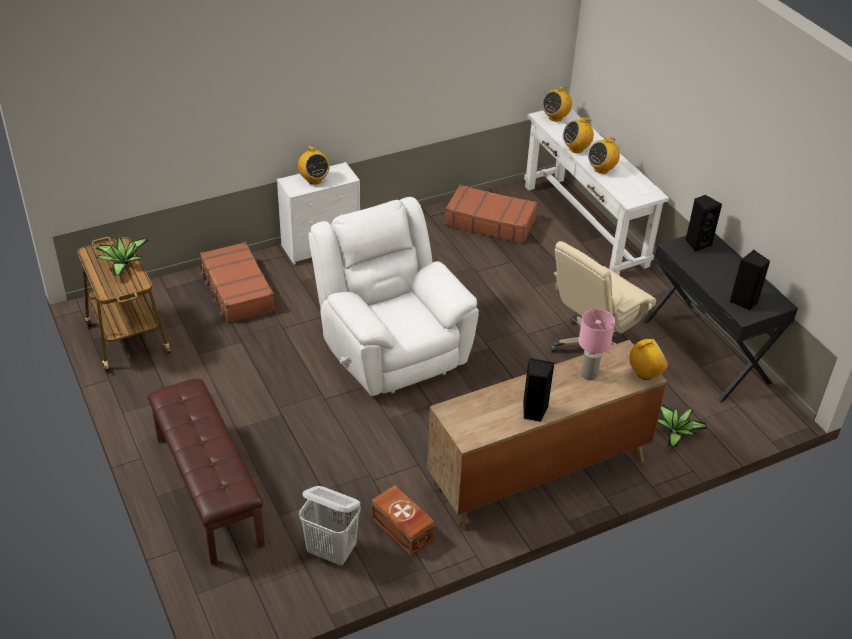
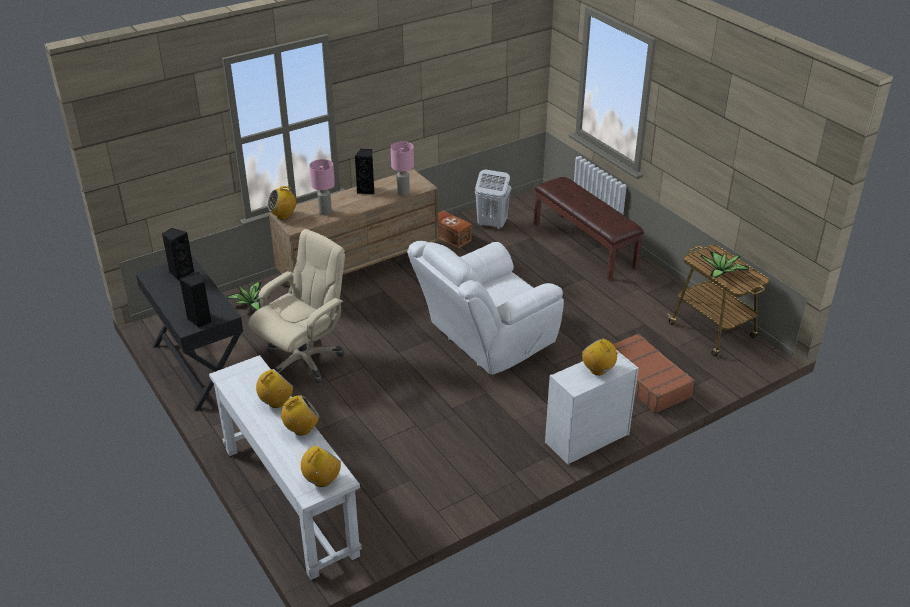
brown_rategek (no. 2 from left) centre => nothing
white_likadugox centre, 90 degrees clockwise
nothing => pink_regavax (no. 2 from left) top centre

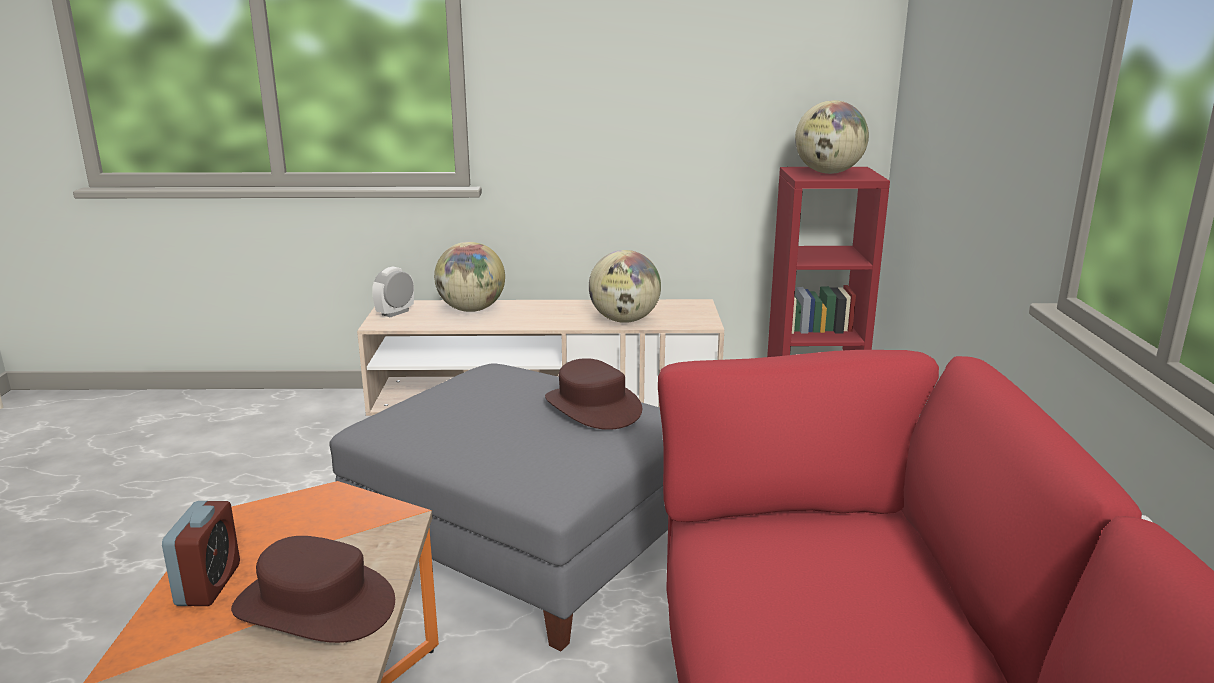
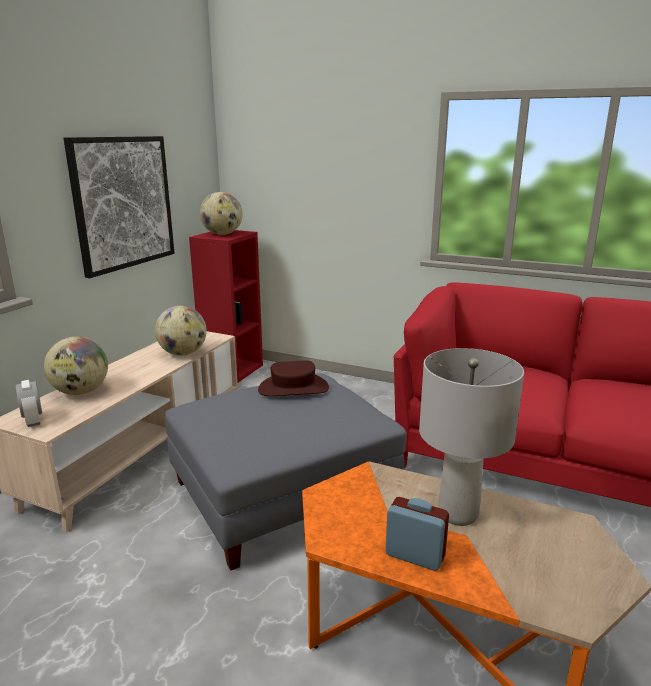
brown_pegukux (no. 1 from left) bottom left => grey_regavax middle right
nothing => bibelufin top left

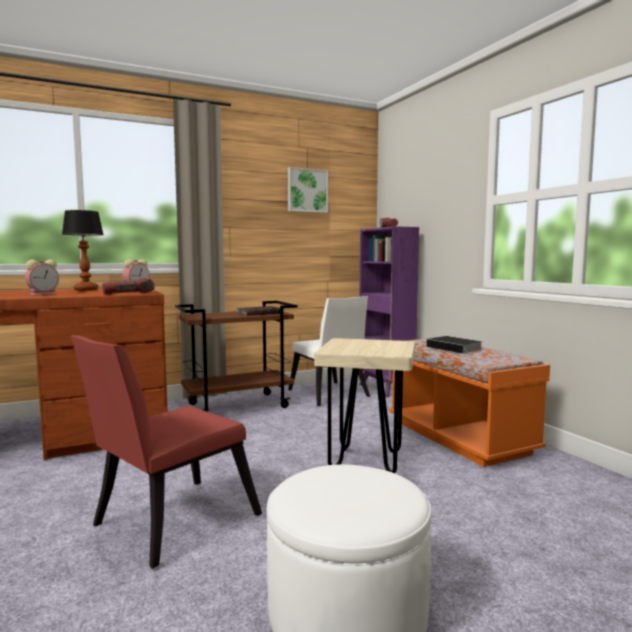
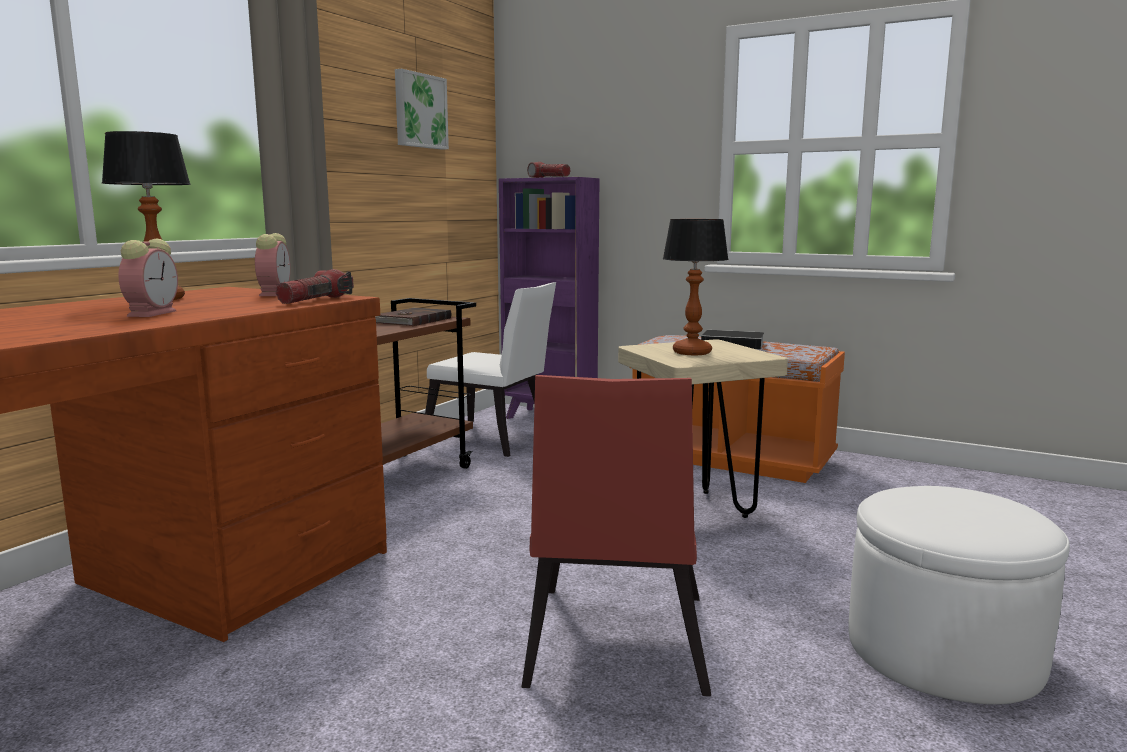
nothing => regavax (no. 2 from left) centre

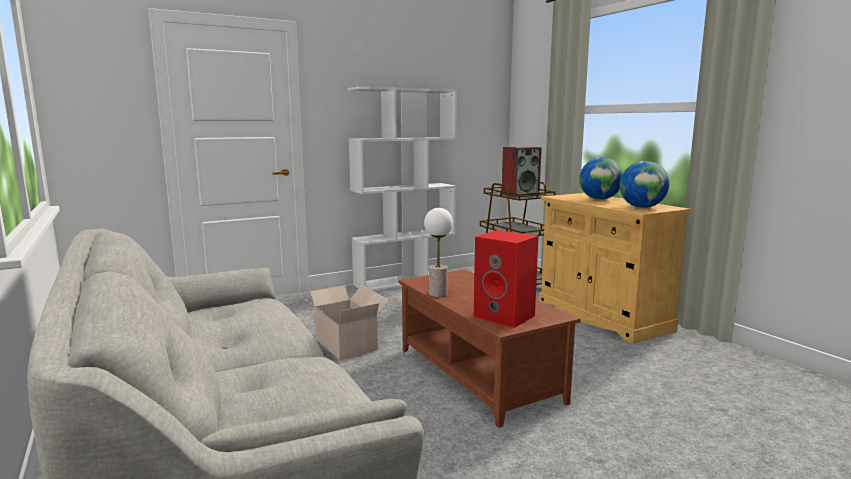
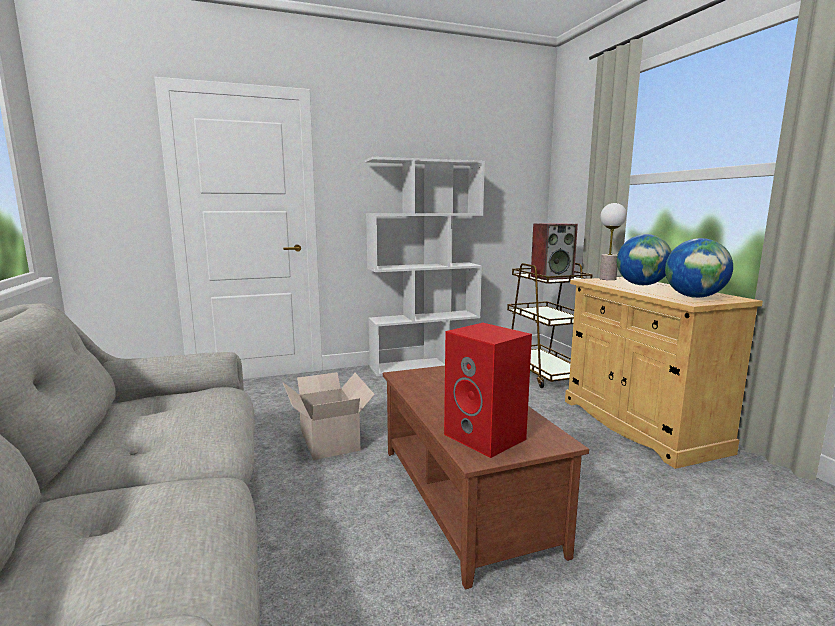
regavax centre => regavax middle right, relocated

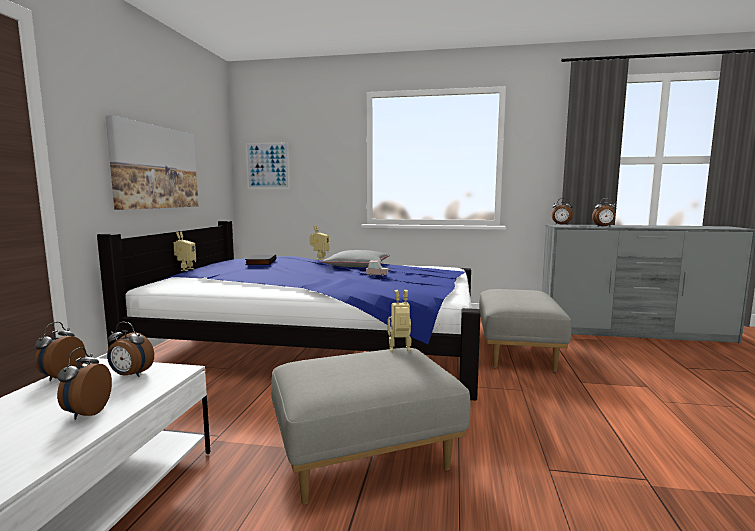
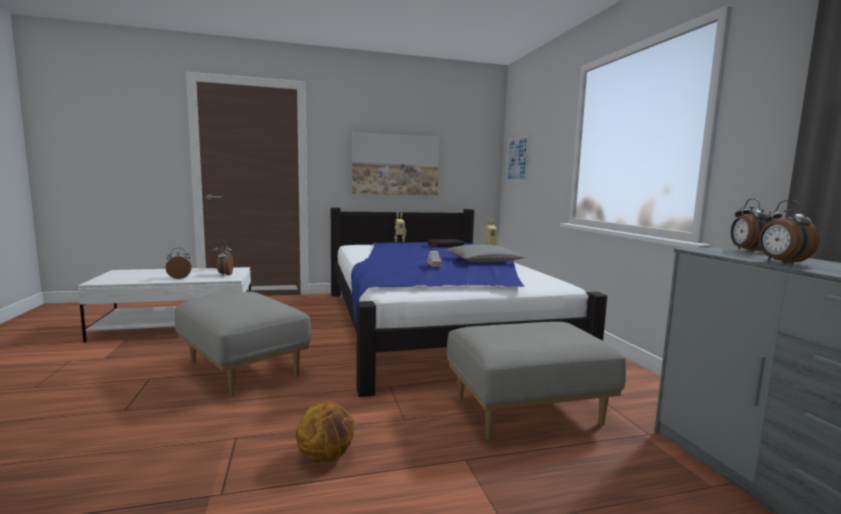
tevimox (no. 3 from left) centre => nothing
nothing => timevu bottom centre

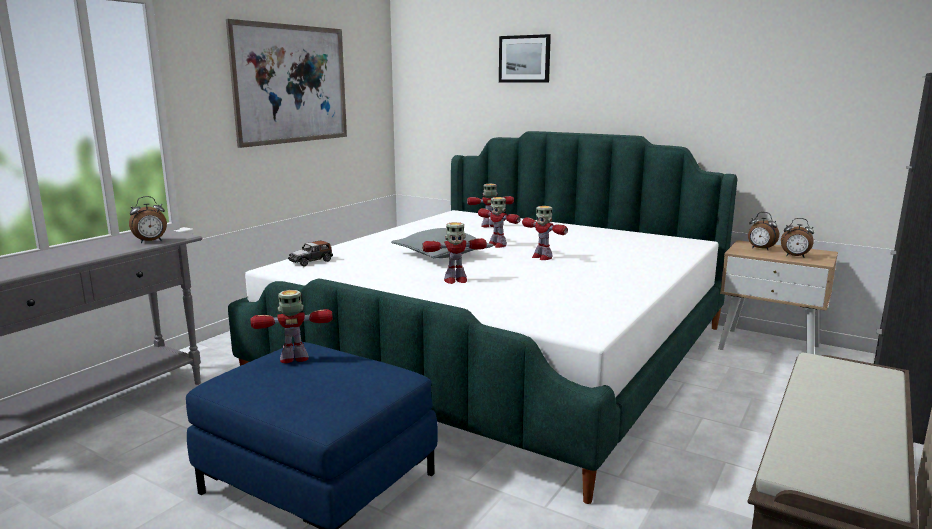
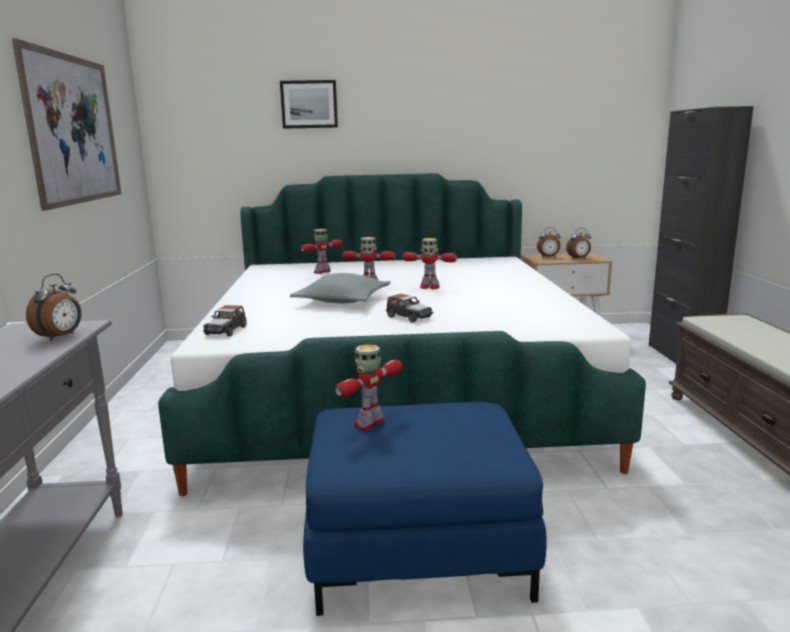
tevimox (no. 2 from left) centre => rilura (no. 2 from left) centre

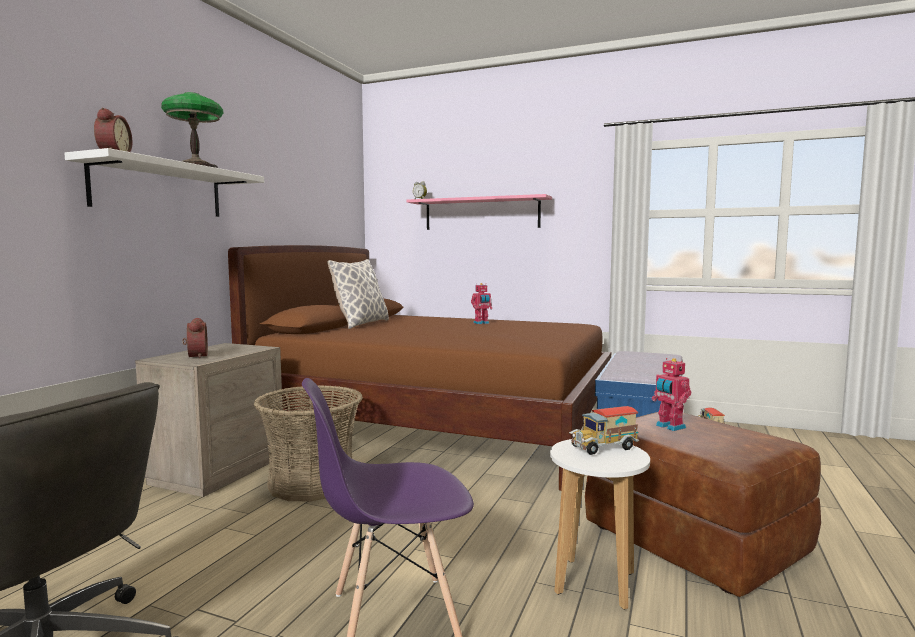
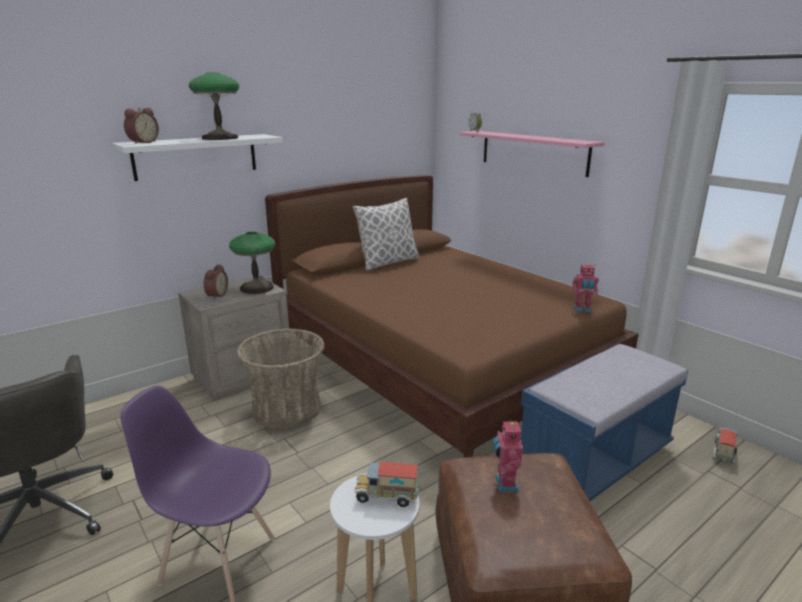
tevimox (no. 1 from left in the first image) centre => tevimox (no. 2 from left) middle right, relocated
nothing => regavax (no. 2 from left) middle left

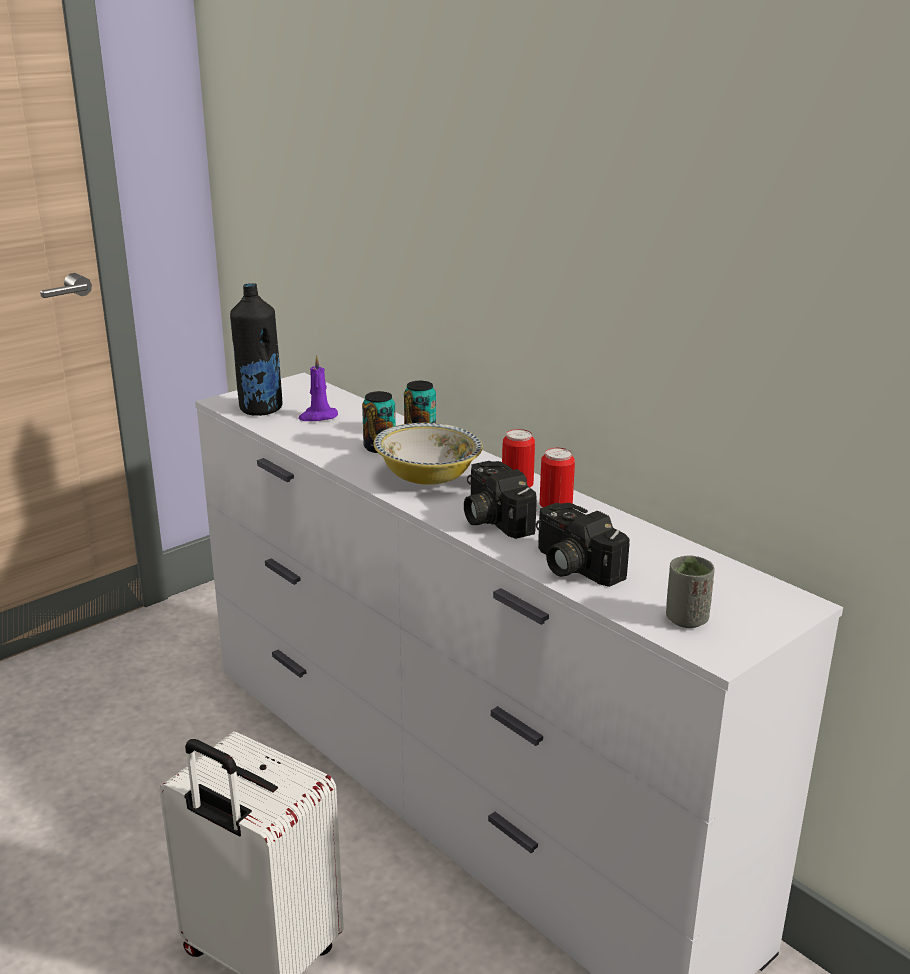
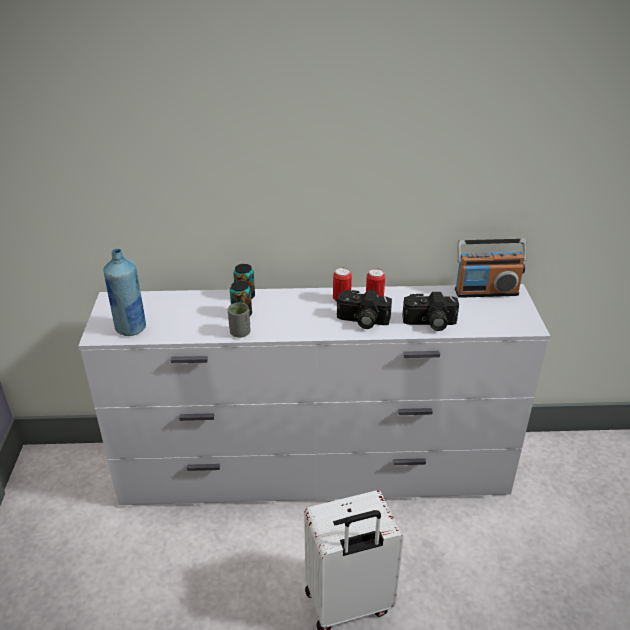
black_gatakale middle left => blue_gatakale middle left
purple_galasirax centre => nothing
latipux centre => nothing
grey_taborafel middle right => grey_taborafel centre, relocated
nothing => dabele middle right

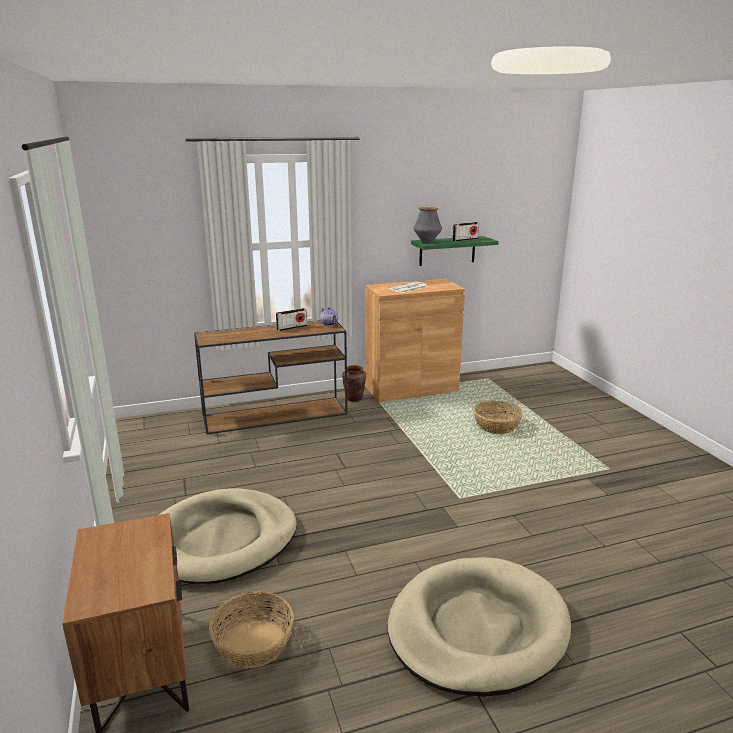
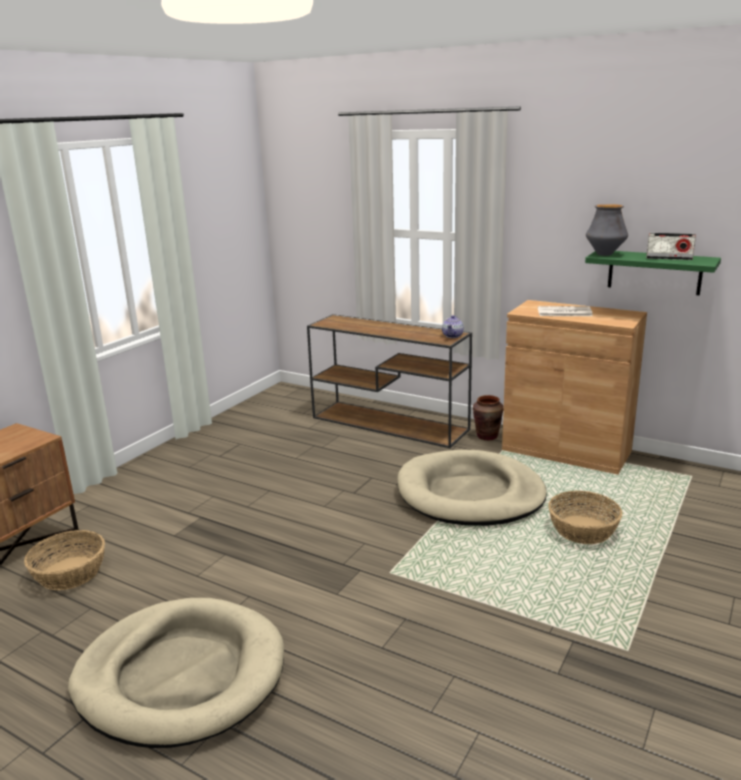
dabele (no. 1 from left) centre => nothing
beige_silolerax (no. 1 from left in the first image) bottom left => beige_silolerax (no. 2 from left) centre, relocated

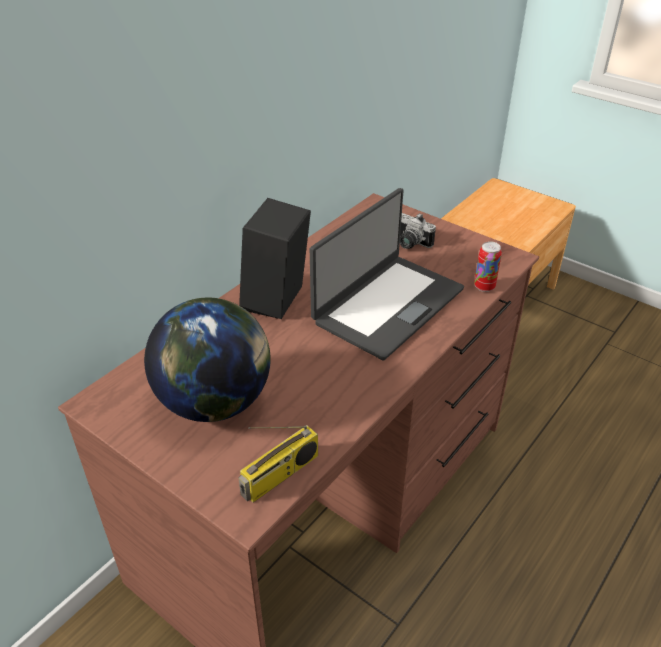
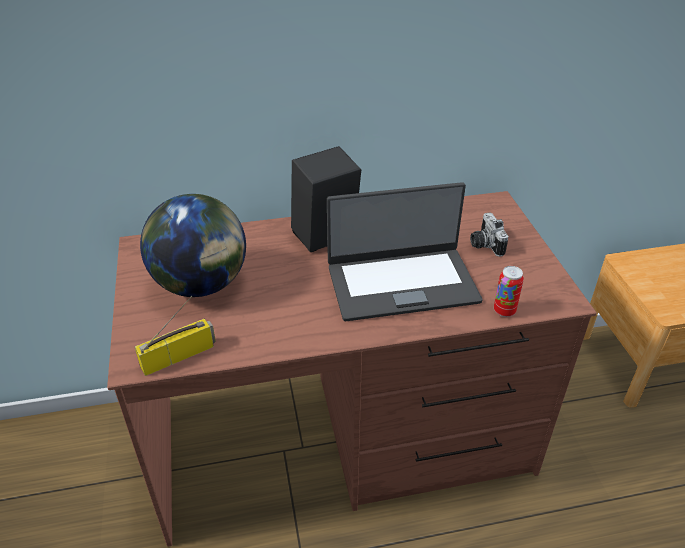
dabele bottom centre => dabele middle left, 150 degrees clockwise

